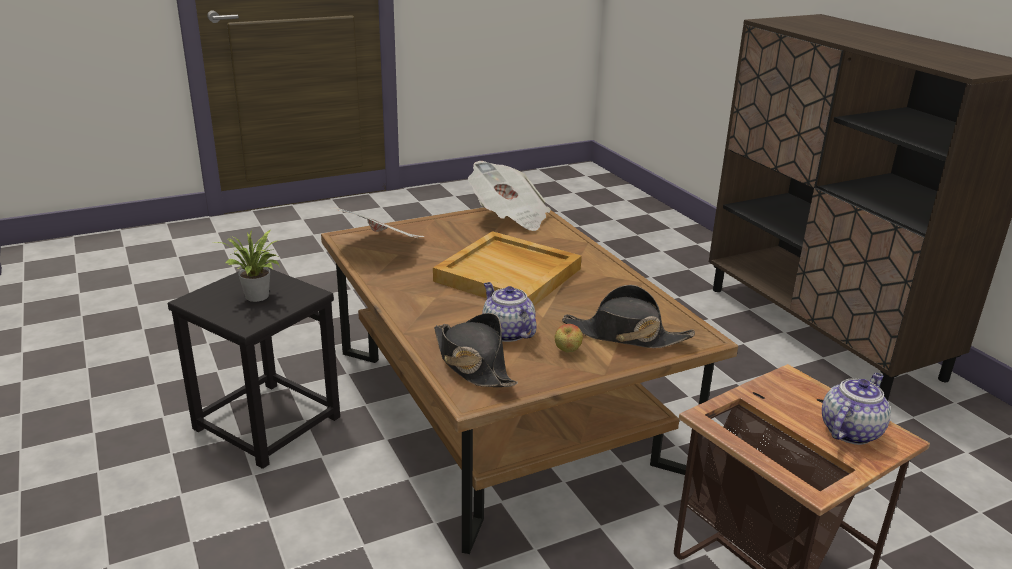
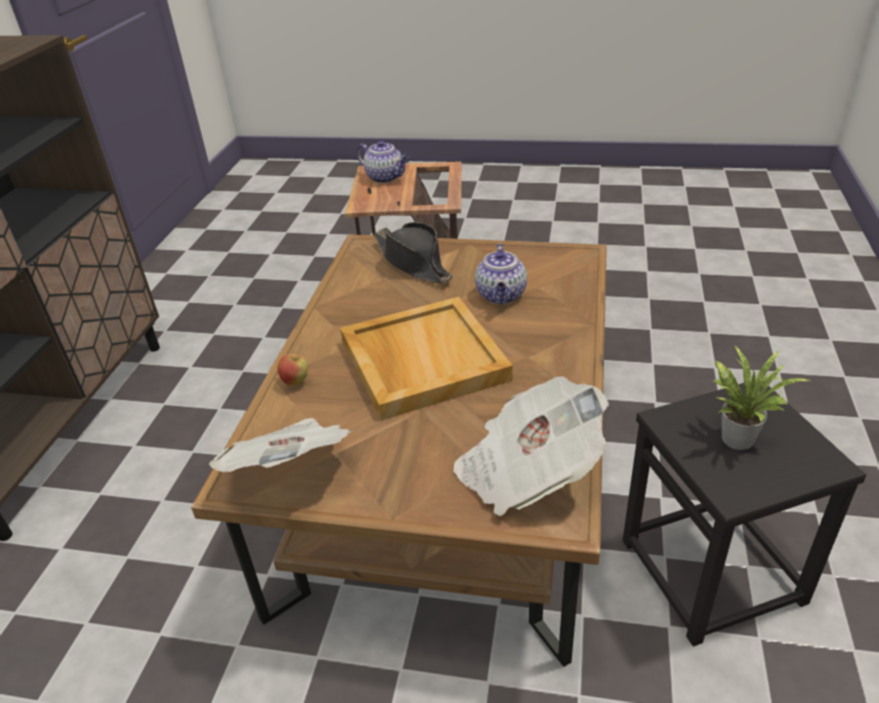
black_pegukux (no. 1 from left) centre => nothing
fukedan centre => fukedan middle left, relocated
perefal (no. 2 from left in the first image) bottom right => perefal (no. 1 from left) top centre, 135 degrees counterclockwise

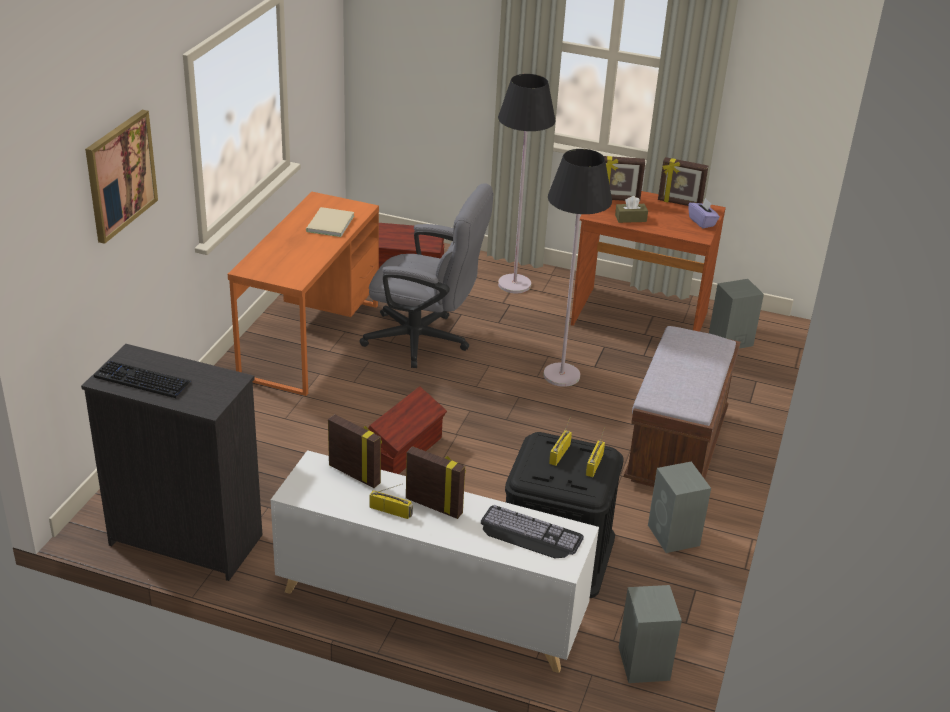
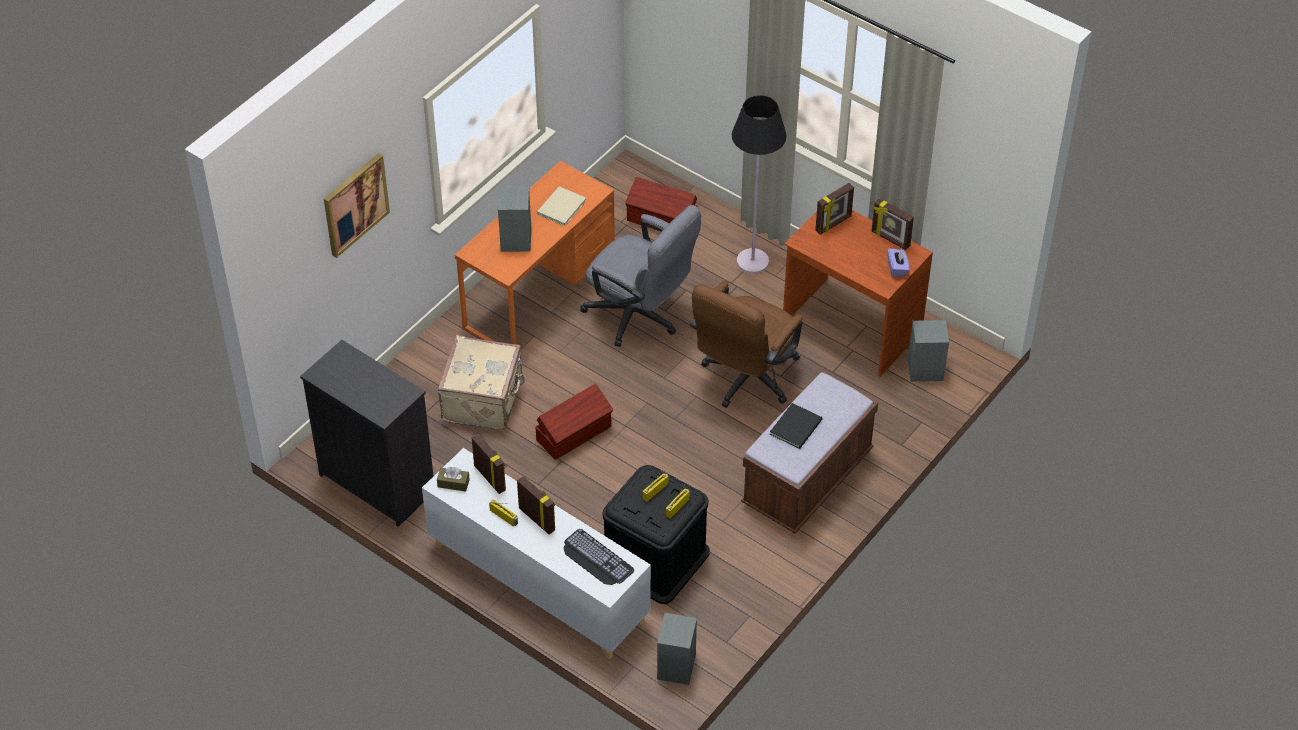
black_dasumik (no. 2 from left) centre => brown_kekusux centre
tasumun (no. 3 from left) top centre, 60 degrees counterclockwise
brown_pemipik top centre => brown_pemipik centre, relocated
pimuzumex (no. 1 from left) middle left => nothing
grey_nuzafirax (no. 2 from left in the first image) bottom right => grey_nuzafirax (no. 1 from left) top centre, relocated
nothing => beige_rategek centre
nothing => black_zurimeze centre

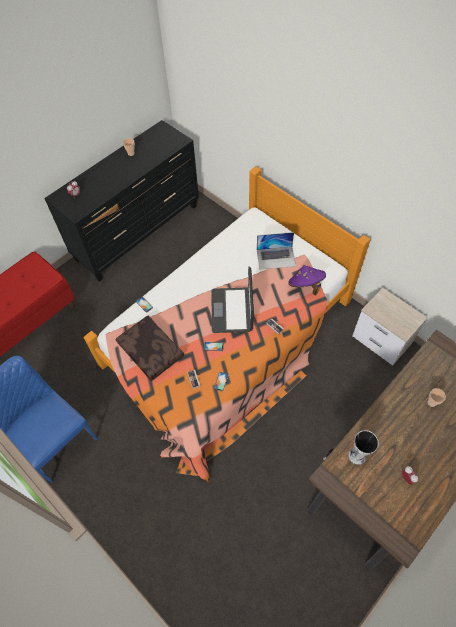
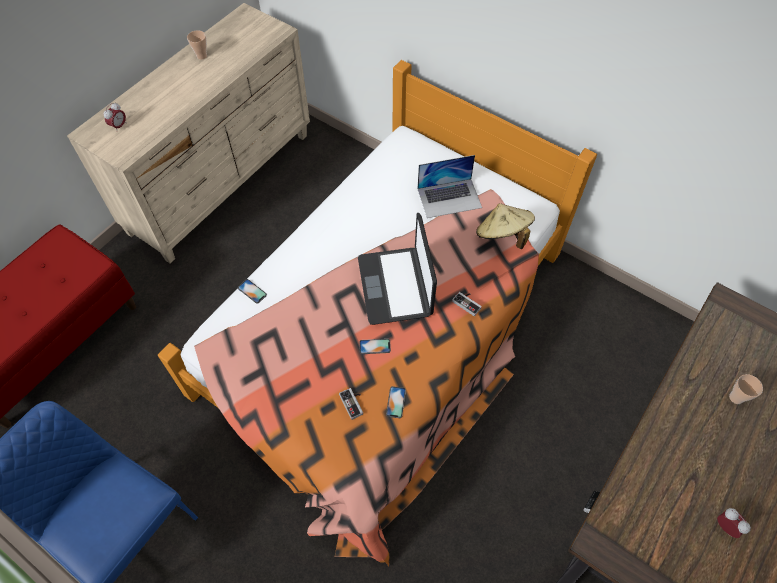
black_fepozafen top left => beige_fepozafen top left
purple_pegukux middle right => beige_pegukux centre
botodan middle right => nothing
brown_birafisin middle left => nothing
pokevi bottom right => nothing

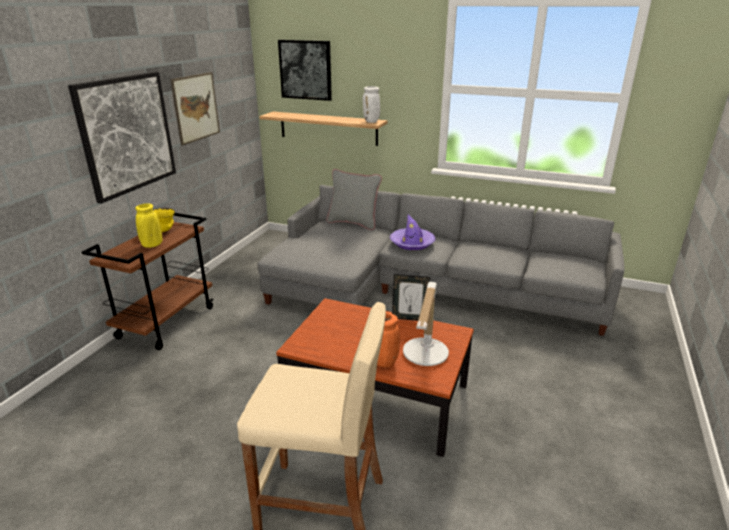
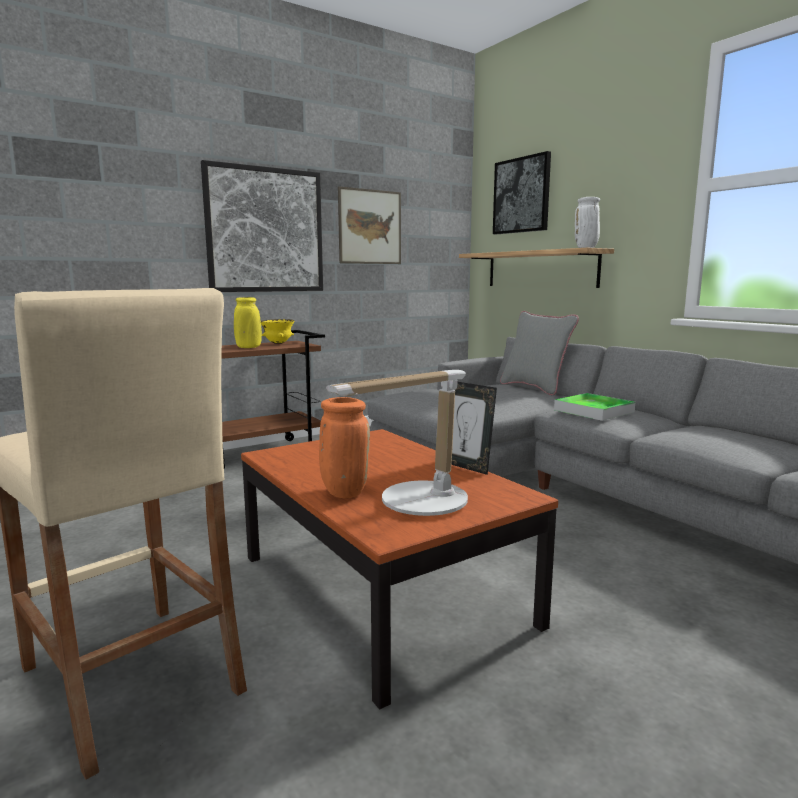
purple_pegukux centre => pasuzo middle right

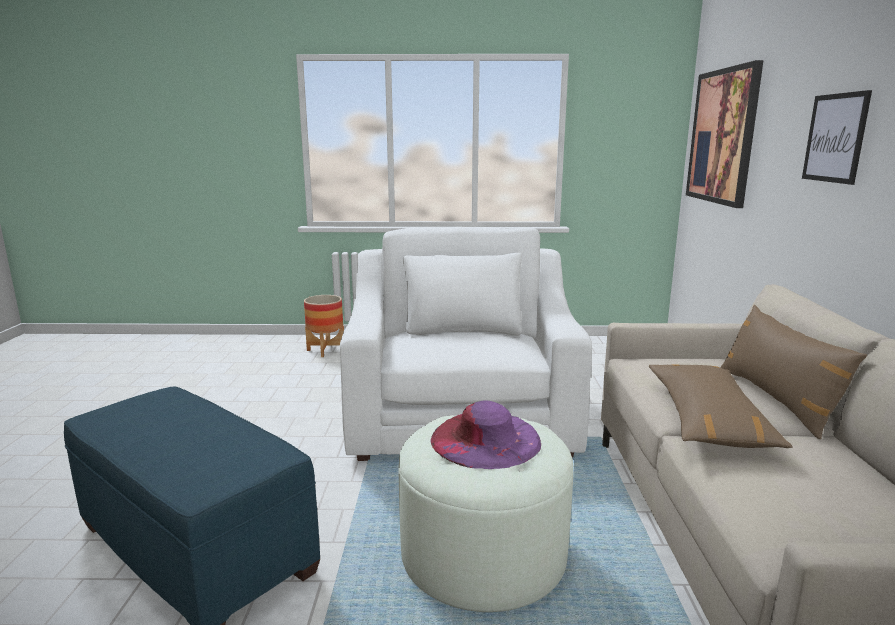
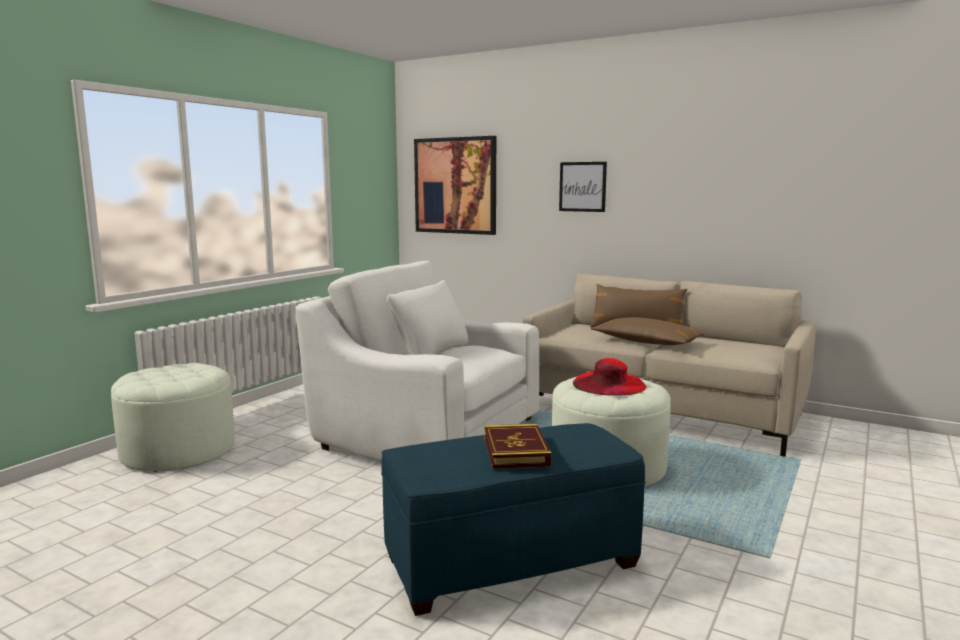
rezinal centre => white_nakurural (no. 1 from left) middle left
purple_pegukux bottom centre => red_pegukux centre
nothing => zurimeze bottom centre

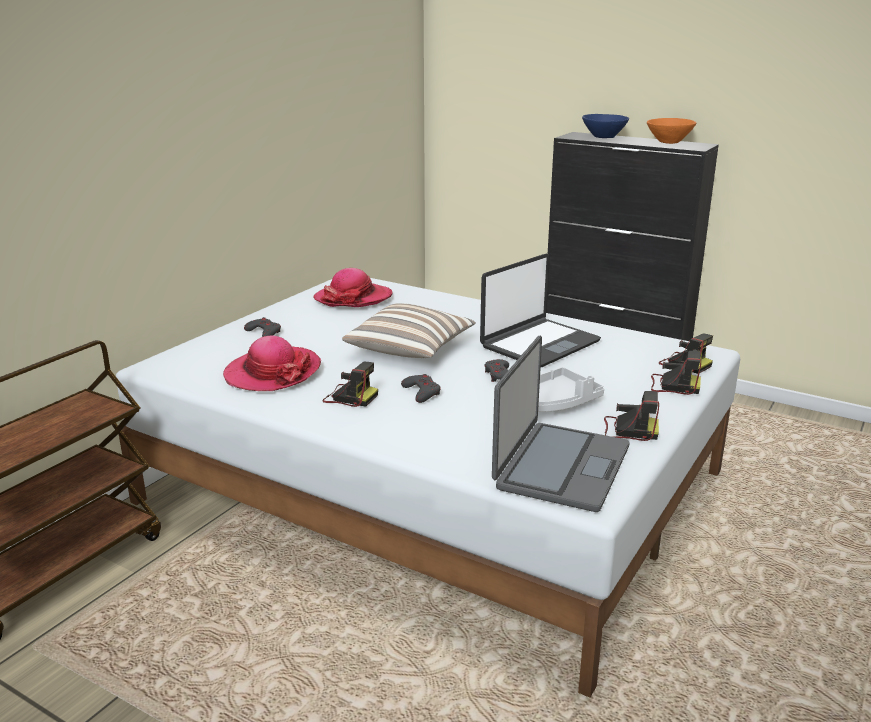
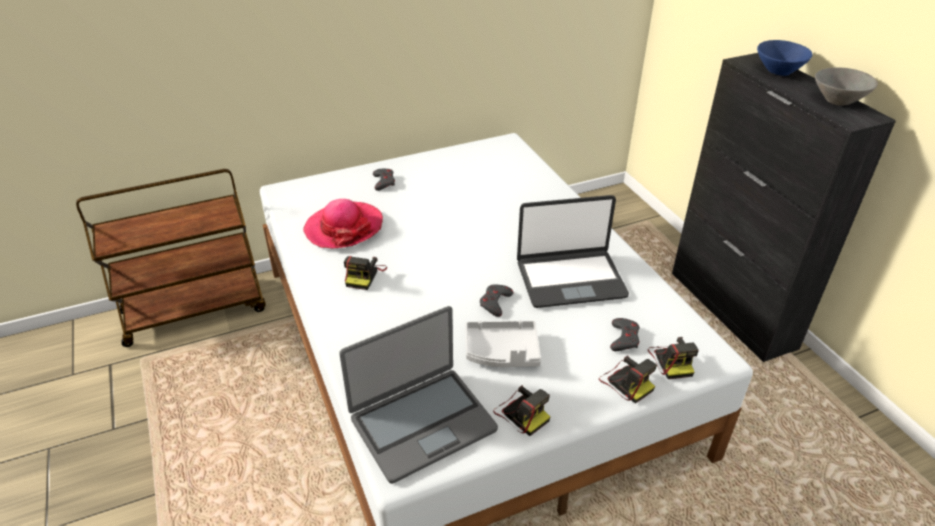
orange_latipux top right => grey_latipux top right
pegukux (no. 2 from left) centre => nothing
birafisin centre => nothing
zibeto (no. 1 from left) centre, 45 degrees clockwise
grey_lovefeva (no. 2 from left in the first image) centre => grey_lovefeva (no. 3 from left) middle right, relocated

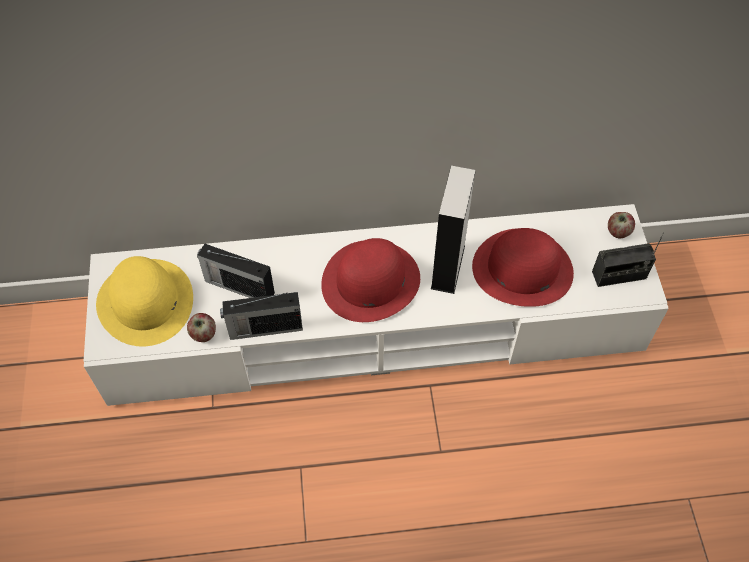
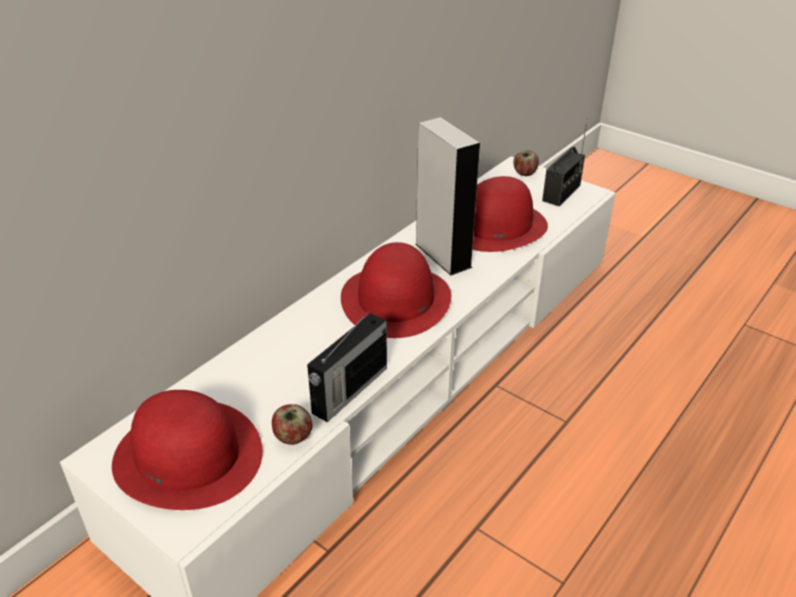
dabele (no. 1 from left) middle left => nothing
yellow_pegukux middle left => red_pegukux (no. 1 from left) bottom left

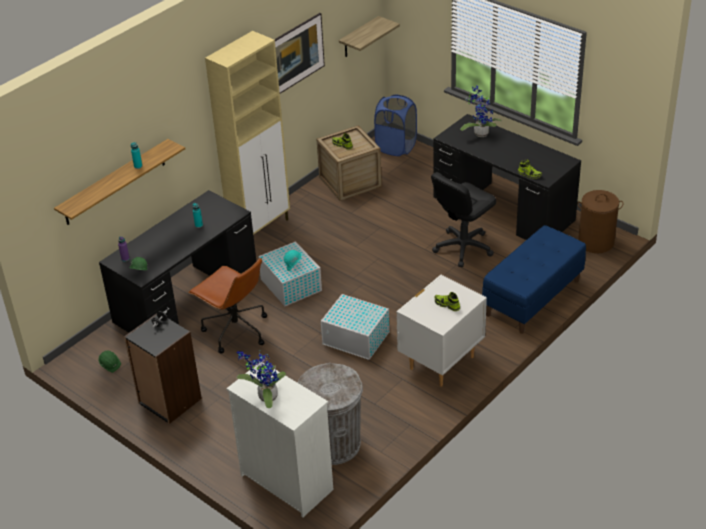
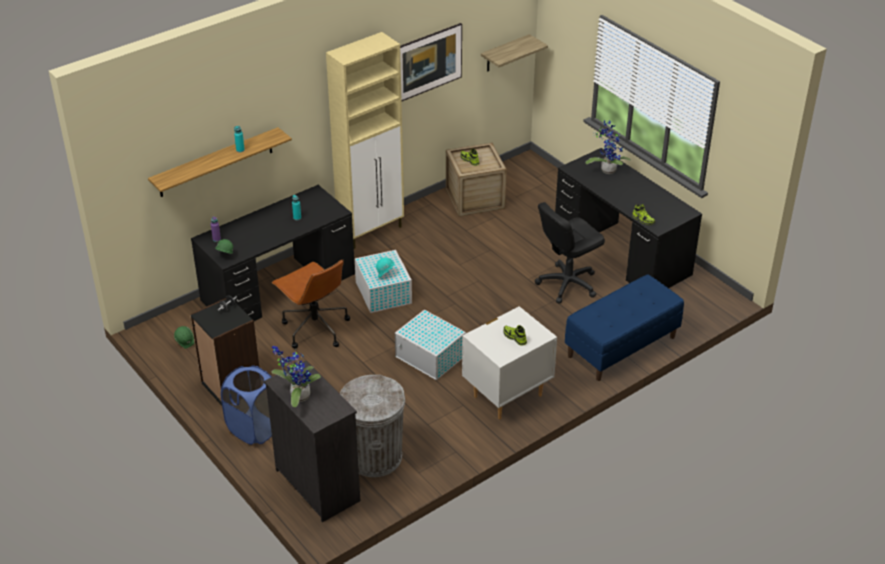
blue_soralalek top centre => blue_soralalek bottom left, relocated
brown_soralalek middle right => nothing
white_fepozafen bottom centre => black_fepozafen bottom centre

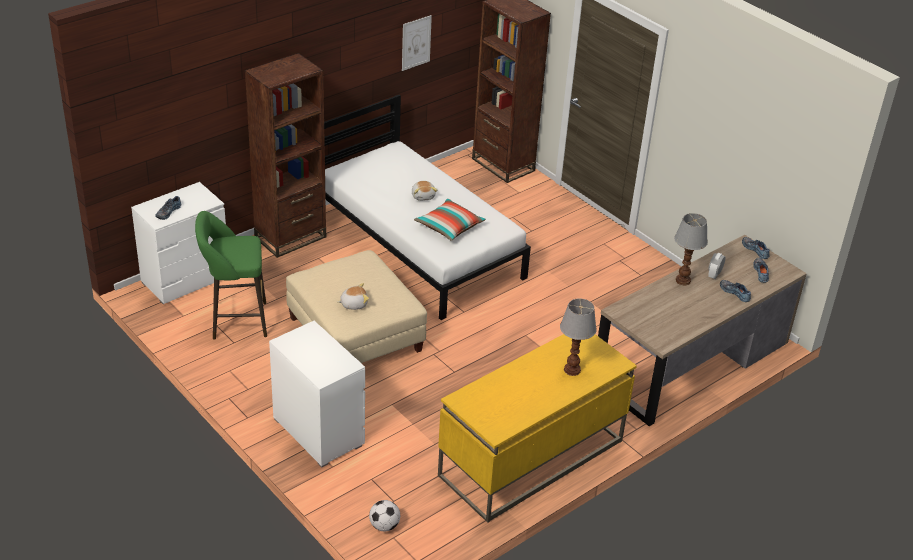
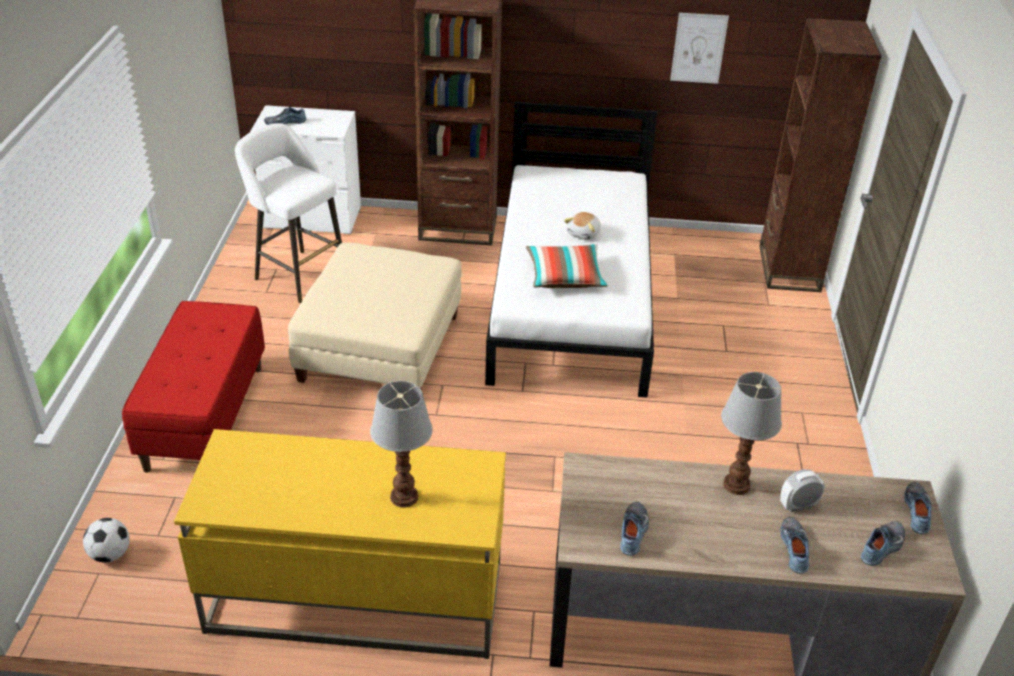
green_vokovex middle left => white_vokovex top left
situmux (no. 1 from left) centre => nothing
white_fepozafen (no. 2 from left) bottom centre => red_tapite middle left
nothing => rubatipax (no. 2 from left) bottom centre

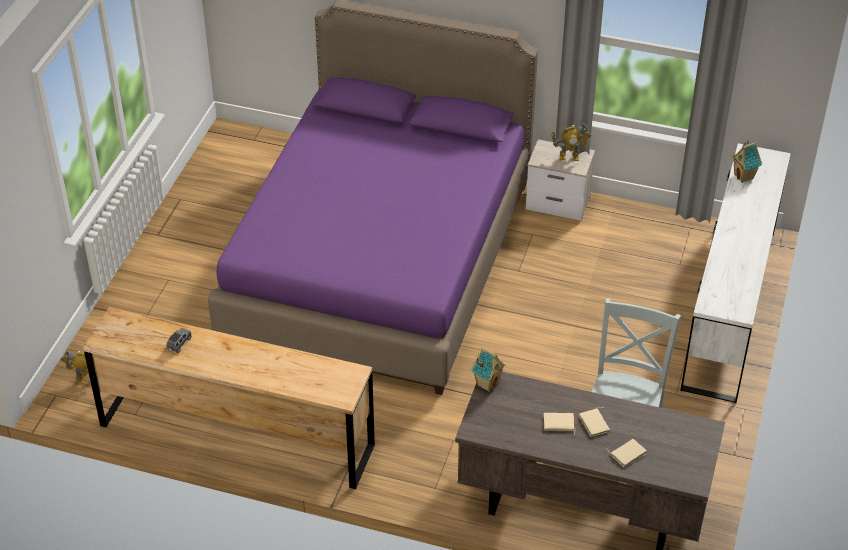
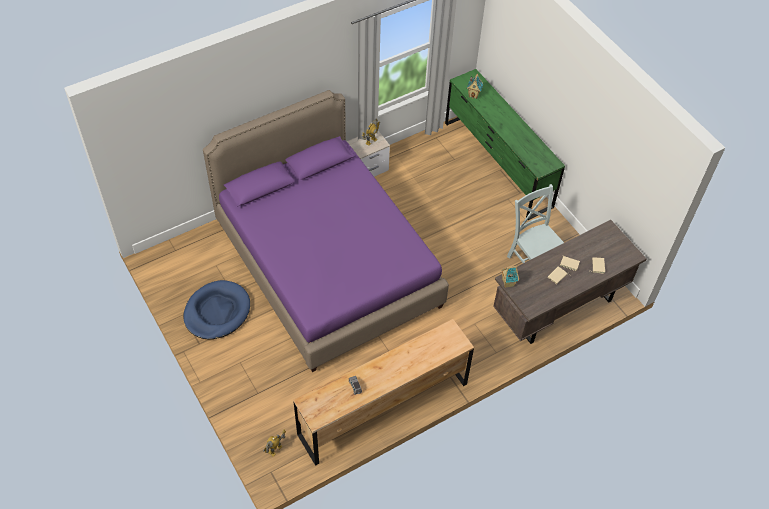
white_fepozafen middle right => green_fepozafen top centre
nothing => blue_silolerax middle left

